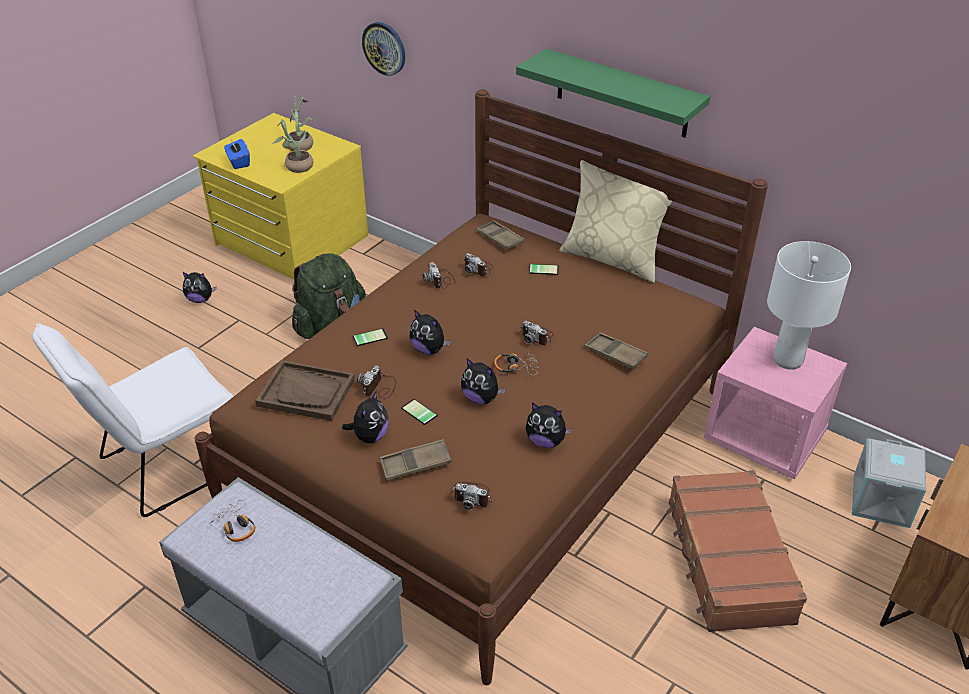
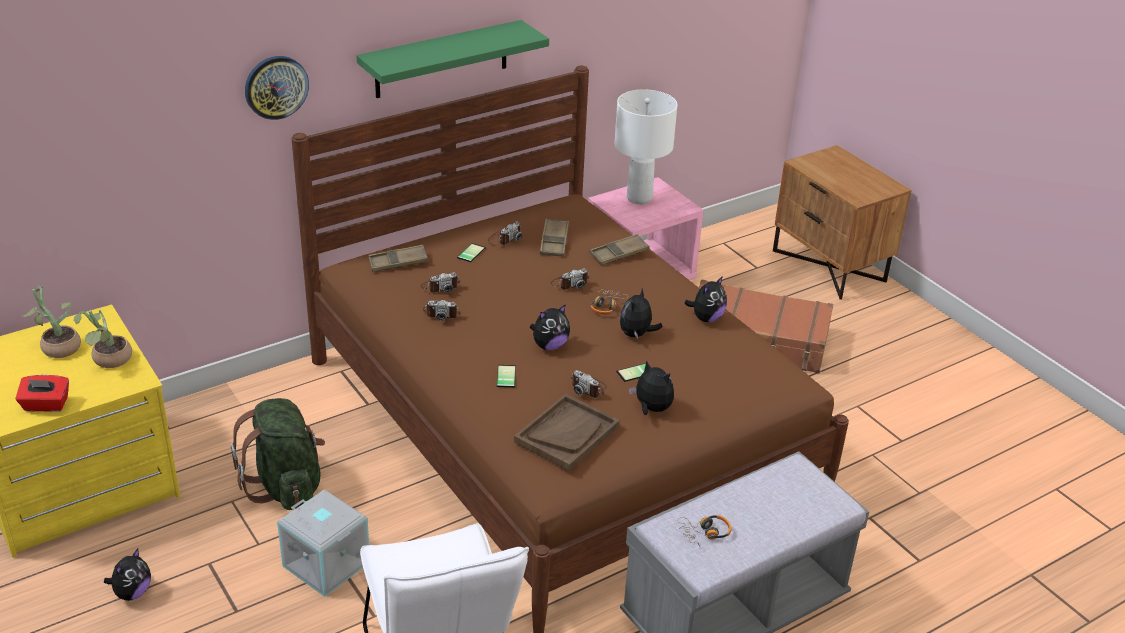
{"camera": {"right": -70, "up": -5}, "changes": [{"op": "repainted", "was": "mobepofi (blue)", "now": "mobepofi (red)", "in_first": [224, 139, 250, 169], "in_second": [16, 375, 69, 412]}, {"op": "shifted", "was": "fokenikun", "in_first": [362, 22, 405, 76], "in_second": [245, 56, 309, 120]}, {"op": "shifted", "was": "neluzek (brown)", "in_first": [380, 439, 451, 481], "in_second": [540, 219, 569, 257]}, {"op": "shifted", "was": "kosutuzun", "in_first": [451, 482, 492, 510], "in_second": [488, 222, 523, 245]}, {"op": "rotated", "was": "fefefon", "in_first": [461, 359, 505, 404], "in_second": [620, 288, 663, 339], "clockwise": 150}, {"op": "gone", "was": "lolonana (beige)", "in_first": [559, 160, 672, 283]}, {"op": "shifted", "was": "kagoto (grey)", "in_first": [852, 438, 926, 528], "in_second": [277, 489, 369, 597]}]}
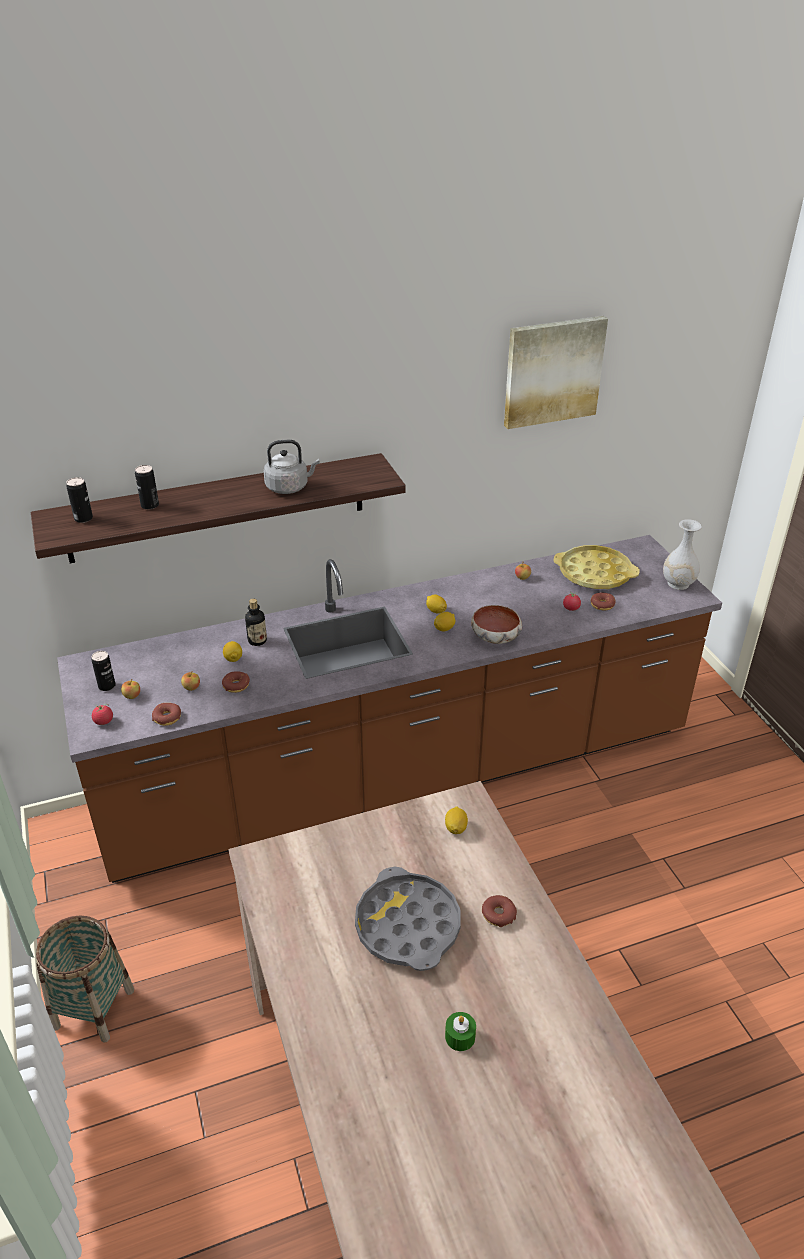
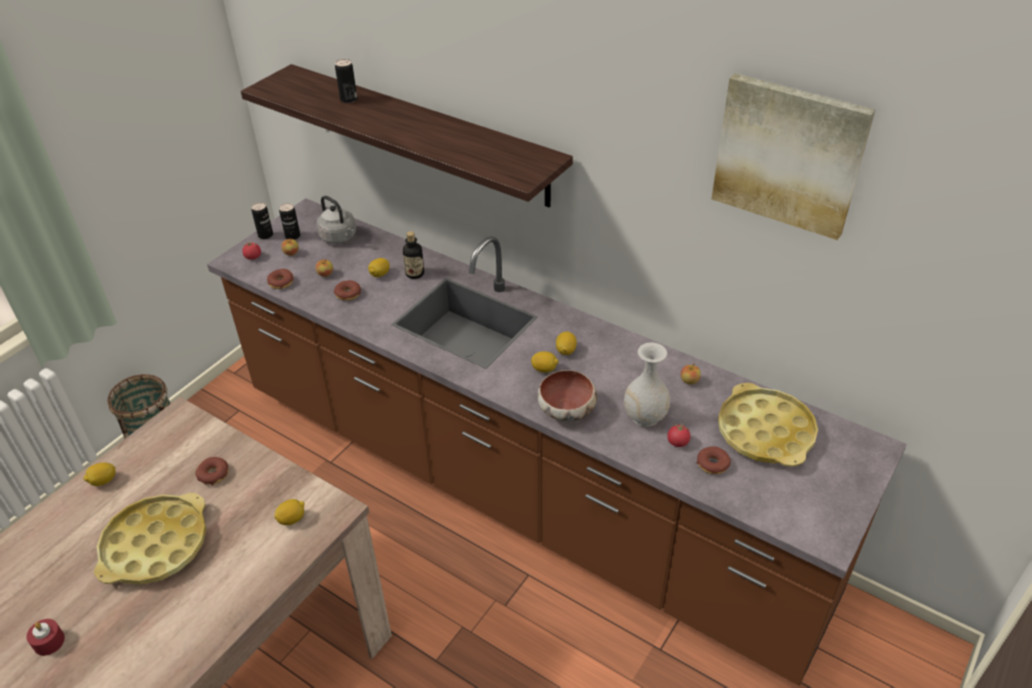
{"camera": {"right": 55, "up": 5}, "changes": [{"op": "shifted", "was": "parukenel", "in_first": [66, 477, 93, 523], "in_second": [251, 202, 273, 239]}, {"op": "shifted", "was": "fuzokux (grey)", "in_first": [264, 440, 320, 494], "in_second": [317, 196, 356, 244]}, {"op": "repainted", "was": "neluzek (grey)", "now": "neluzek (yellow)", "in_first": [355, 867, 461, 971], "in_second": [94, 493, 206, 585]}, {"op": "repainted", "was": "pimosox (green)", "now": "pimosox (red)", "in_first": [445, 1012, 476, 1051], "in_second": [26, 619, 65, 656]}, {"op": "shifted", "was": "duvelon", "in_first": [482, 895, 517, 927], "in_second": [195, 457, 229, 486]}, {"op": "shifted", "was": "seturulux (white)", "in_first": [663, 519, 702, 590], "in_second": [624, 342, 670, 427]}, {"op": "new", "now": "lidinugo", "in_second": [83, 462, 116, 486]}]}
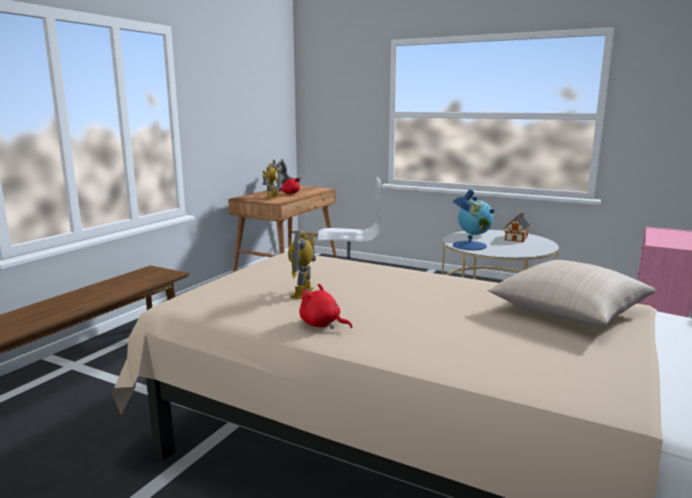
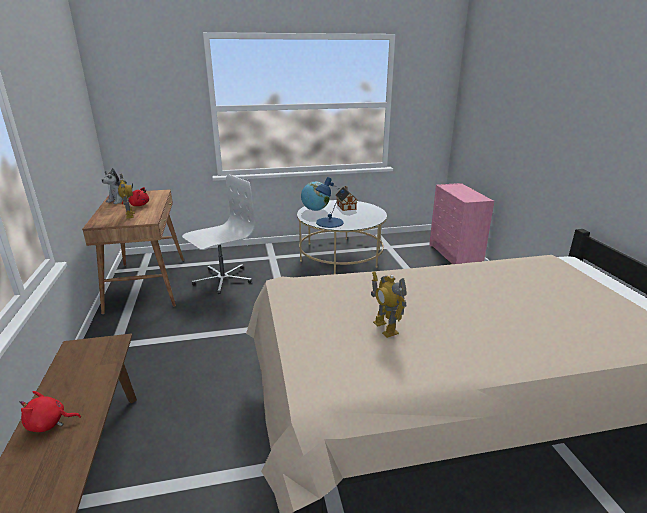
{"camera": {"right": -40, "up": 10}, "changes": [{"op": "shifted", "was": "fefefon (red)", "in_first": [299, 284, 352, 329], "in_second": [20, 391, 81, 432]}, {"op": "gone", "was": "lolonana (beige)", "in_first": [488, 260, 656, 325]}]}
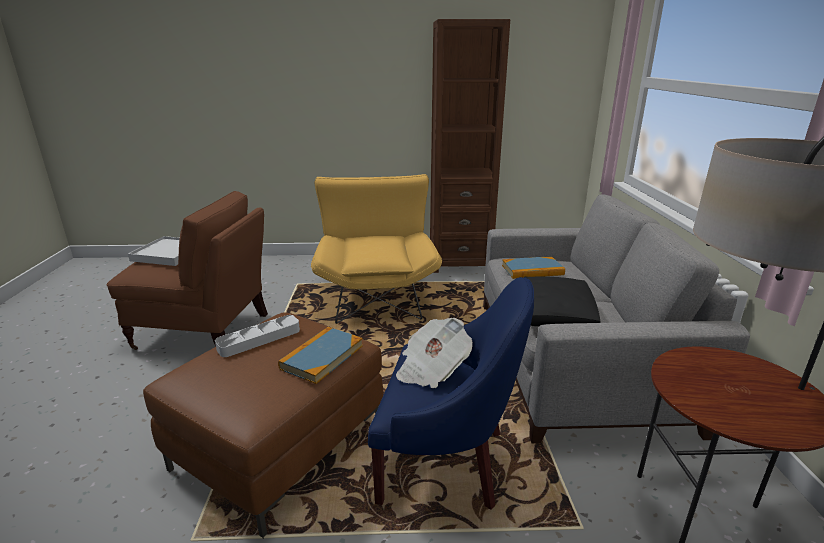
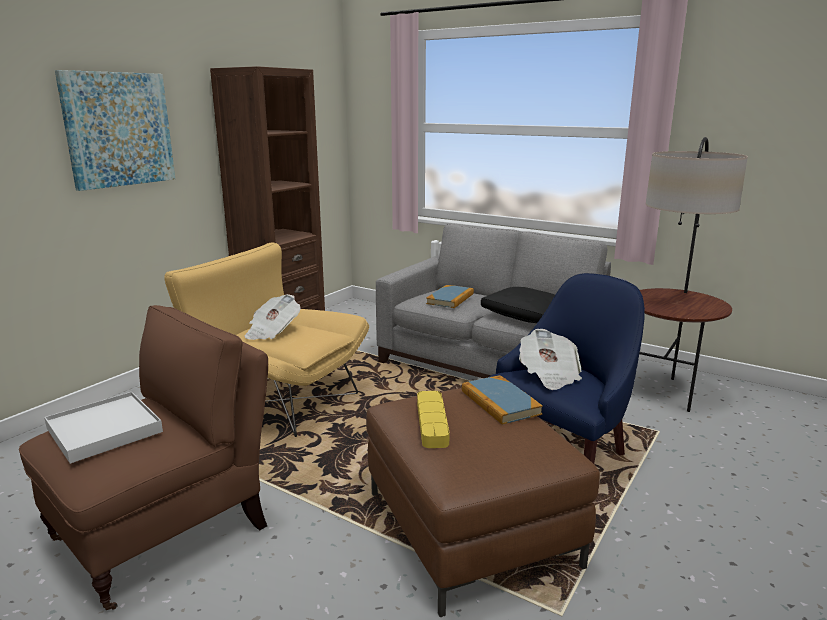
{"camera": {"right": -55, "up": -5}, "changes": [{"op": "repainted", "was": "neluzek (grey)", "now": "neluzek (yellow)", "in_first": [215, 315, 300, 357], "in_second": [417, 391, 450, 448]}, {"op": "new", "now": "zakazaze", "in_second": [55, 70, 175, 191]}, {"op": "new", "now": "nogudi", "in_second": [244, 294, 301, 340]}]}
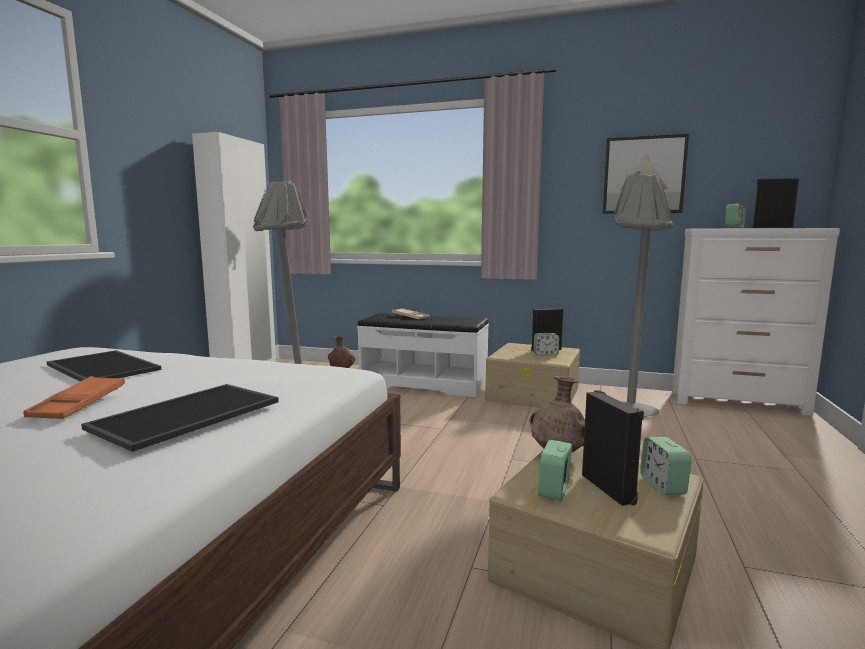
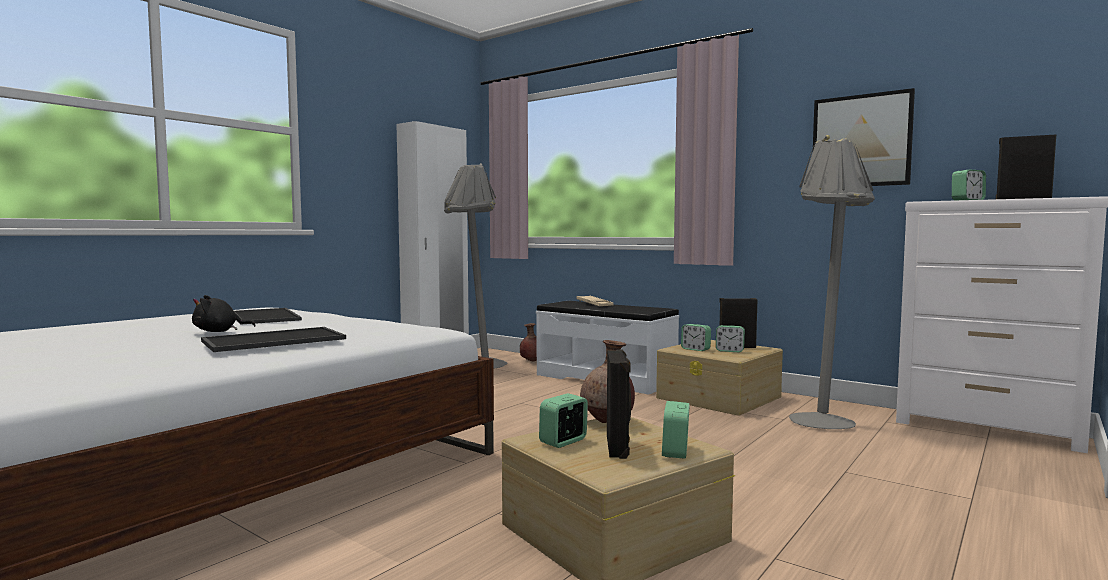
{"camera": {"right": 20, "up": -5}, "changes": [{"op": "swapped", "was": "neluzek (orange)", "now": "fefefon (black)", "in_first": [23, 376, 125, 419], "in_second": [192, 295, 256, 332]}, {"op": "new", "now": "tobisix", "in_second": [681, 324, 711, 351]}]}
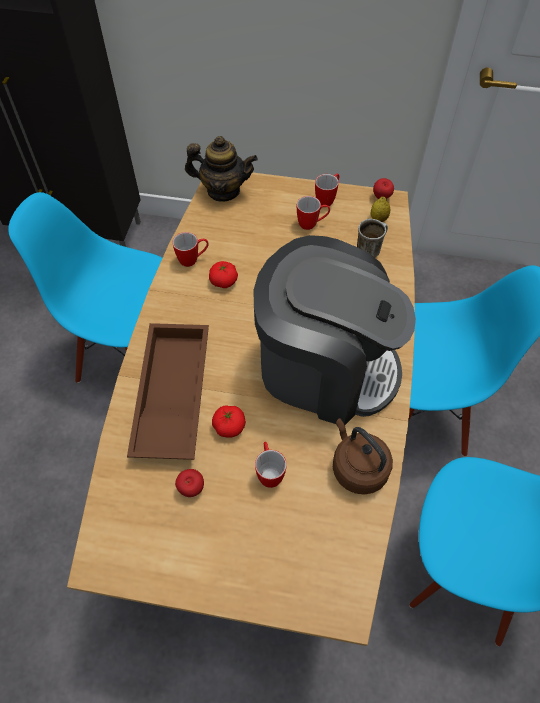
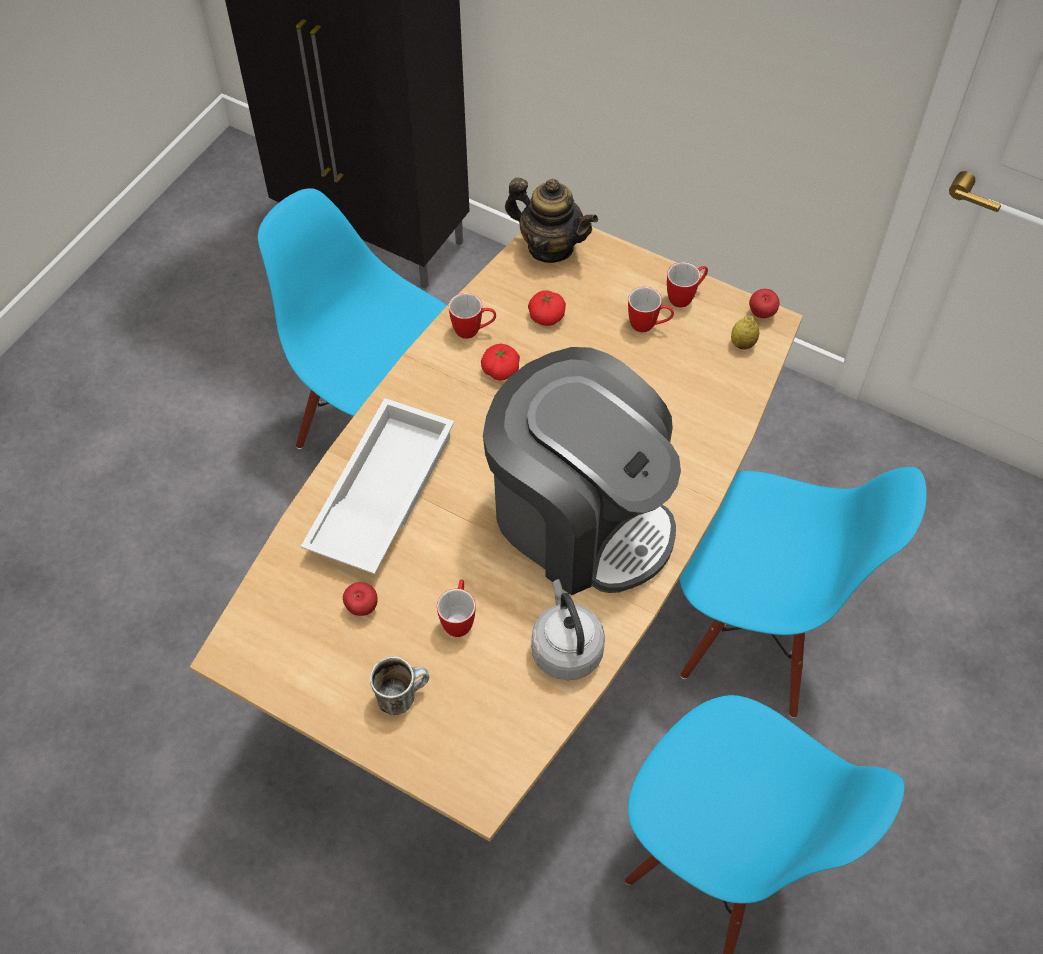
{"camera": {"right": 20, "up": 0}, "changes": [{"op": "repainted", "was": "neluzek (brown)", "now": "neluzek (white)", "in_first": [127, 323, 209, 460], "in_second": [301, 398, 454, 574]}, {"op": "shifted", "was": "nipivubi", "in_first": [212, 405, 246, 438], "in_second": [528, 290, 566, 326]}, {"op": "repainted", "was": "fuzokux (brown)", "now": "fuzokux (grey)", "in_first": [333, 418, 393, 495], "in_second": [531, 579, 605, 680]}, {"op": "shifted", "was": "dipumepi", "in_first": [357, 219, 388, 258], "in_second": [370, 657, 429, 715]}]}
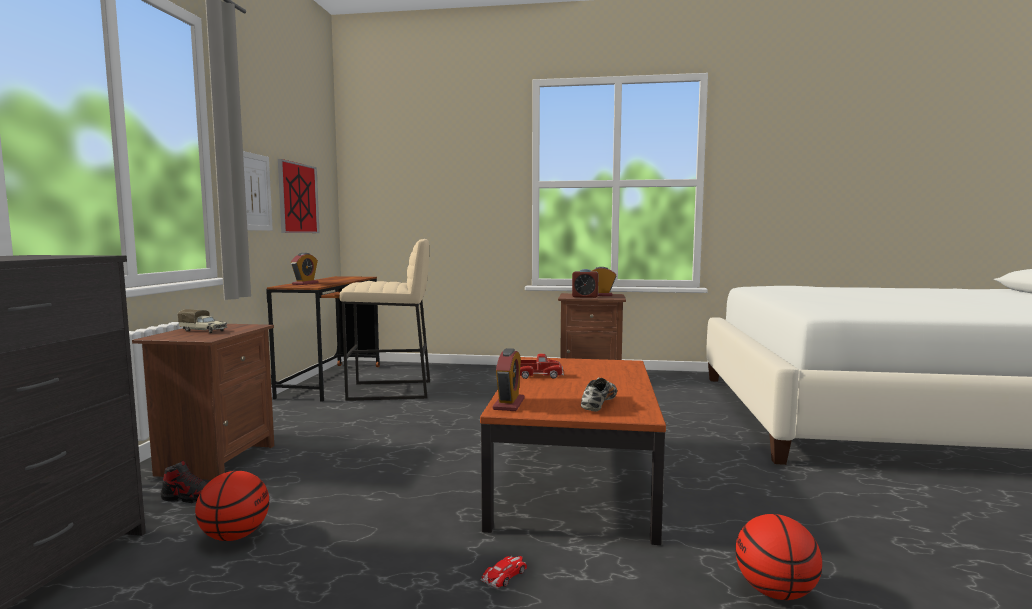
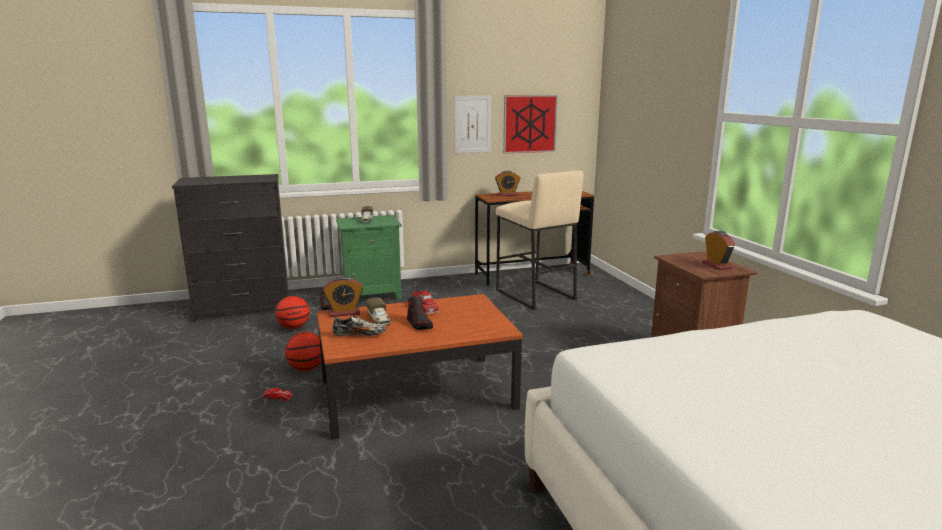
{"camera": {"right": 65, "up": 10}, "changes": [{"op": "repainted", "was": "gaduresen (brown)", "now": "gaduresen (green)", "in_first": [132, 324, 274, 480], "in_second": [336, 215, 402, 300]}, {"op": "gone", "was": "tobisix", "in_first": [572, 269, 599, 298]}, {"op": "shifted", "was": "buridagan", "in_first": [736, 514, 822, 600], "in_second": [285, 332, 322, 371]}, {"op": "new", "now": "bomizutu", "in_second": [367, 297, 391, 325]}, {"op": "new", "now": "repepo", "in_second": [407, 295, 433, 330]}]}
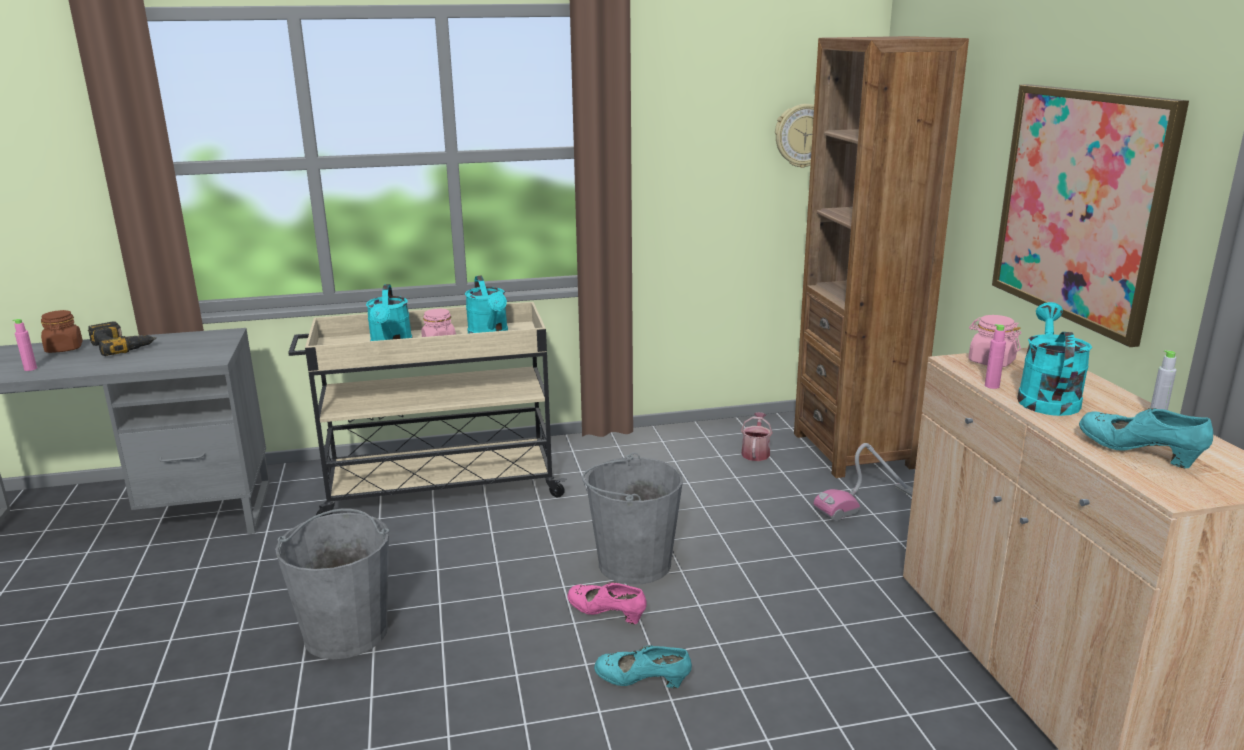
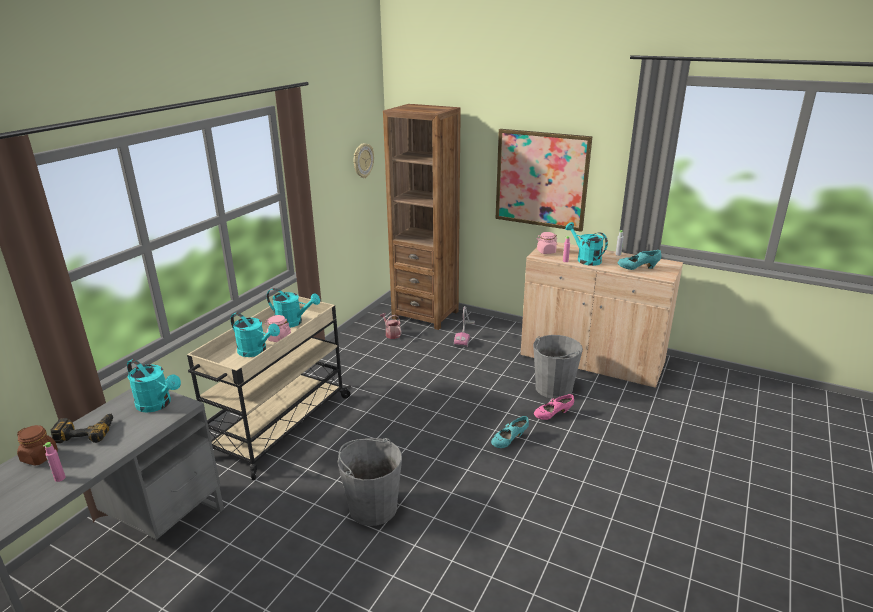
{"camera": {"right": -50, "up": 5}, "changes": [{"op": "shifted", "was": "repepo (pink)", "in_first": [567, 582, 647, 624], "in_second": [534, 394, 574, 420]}, {"op": "shifted", "was": "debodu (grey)", "in_first": [582, 453, 683, 584], "in_second": [533, 335, 583, 399]}, {"op": "new", "now": "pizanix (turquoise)", "in_second": [127, 359, 181, 413]}]}
